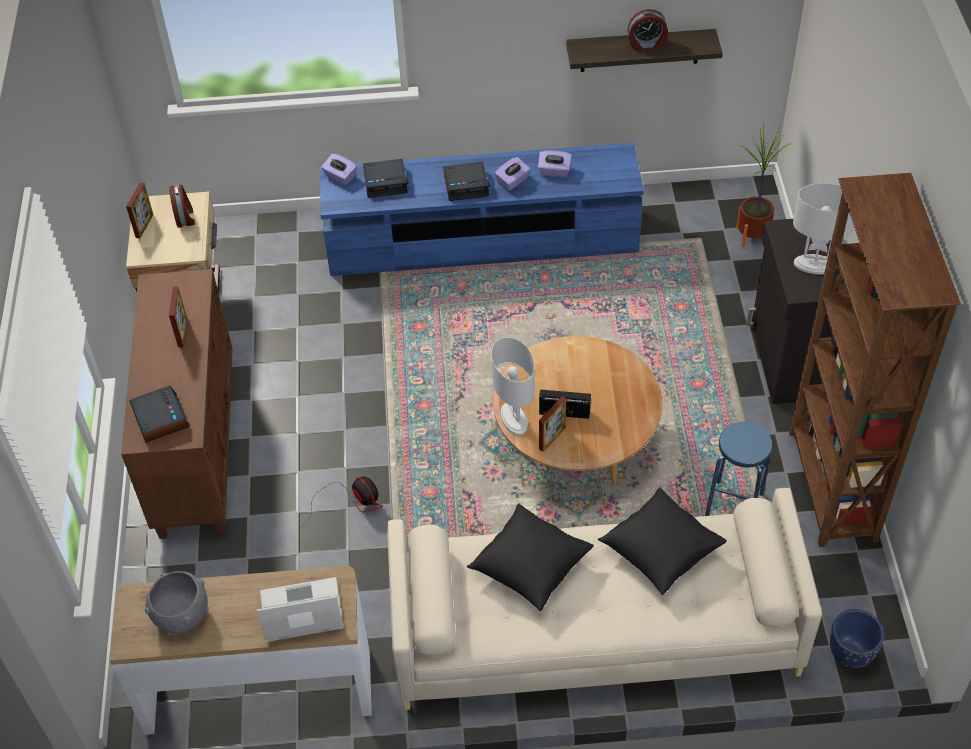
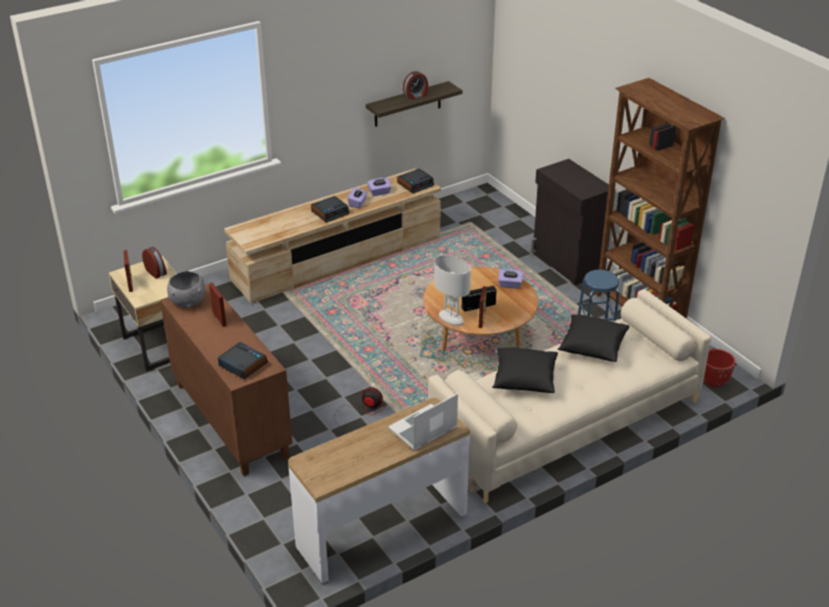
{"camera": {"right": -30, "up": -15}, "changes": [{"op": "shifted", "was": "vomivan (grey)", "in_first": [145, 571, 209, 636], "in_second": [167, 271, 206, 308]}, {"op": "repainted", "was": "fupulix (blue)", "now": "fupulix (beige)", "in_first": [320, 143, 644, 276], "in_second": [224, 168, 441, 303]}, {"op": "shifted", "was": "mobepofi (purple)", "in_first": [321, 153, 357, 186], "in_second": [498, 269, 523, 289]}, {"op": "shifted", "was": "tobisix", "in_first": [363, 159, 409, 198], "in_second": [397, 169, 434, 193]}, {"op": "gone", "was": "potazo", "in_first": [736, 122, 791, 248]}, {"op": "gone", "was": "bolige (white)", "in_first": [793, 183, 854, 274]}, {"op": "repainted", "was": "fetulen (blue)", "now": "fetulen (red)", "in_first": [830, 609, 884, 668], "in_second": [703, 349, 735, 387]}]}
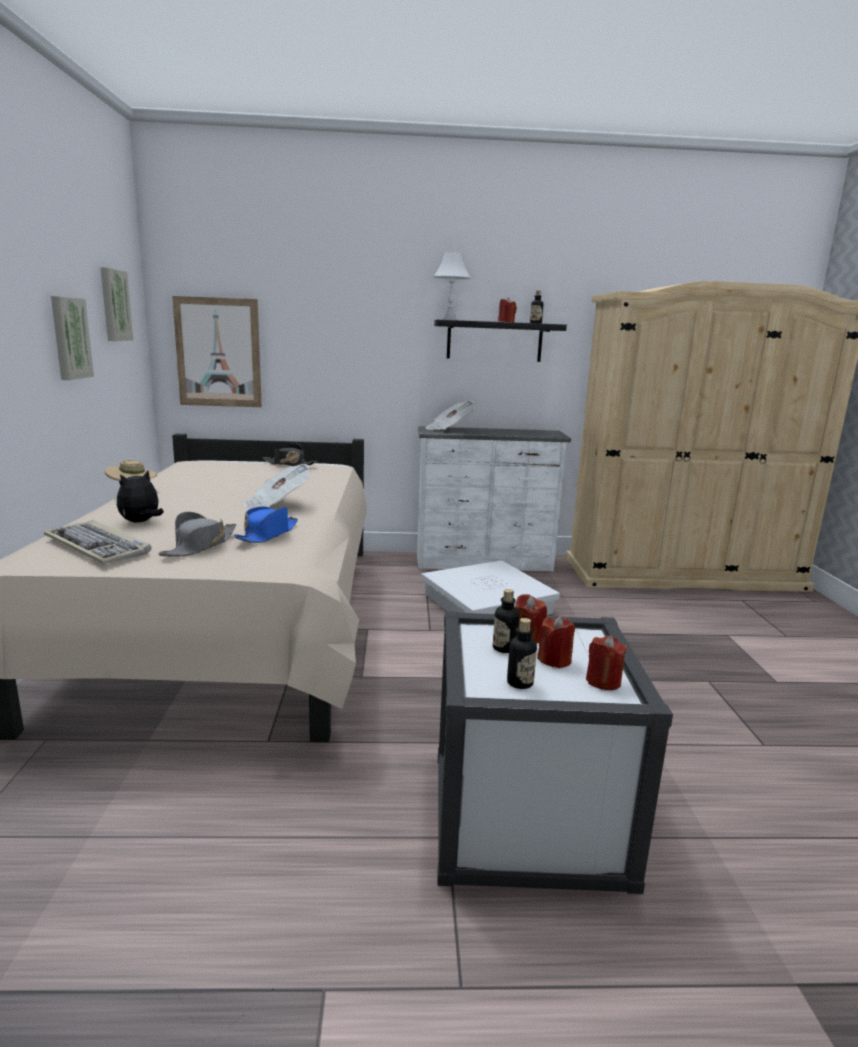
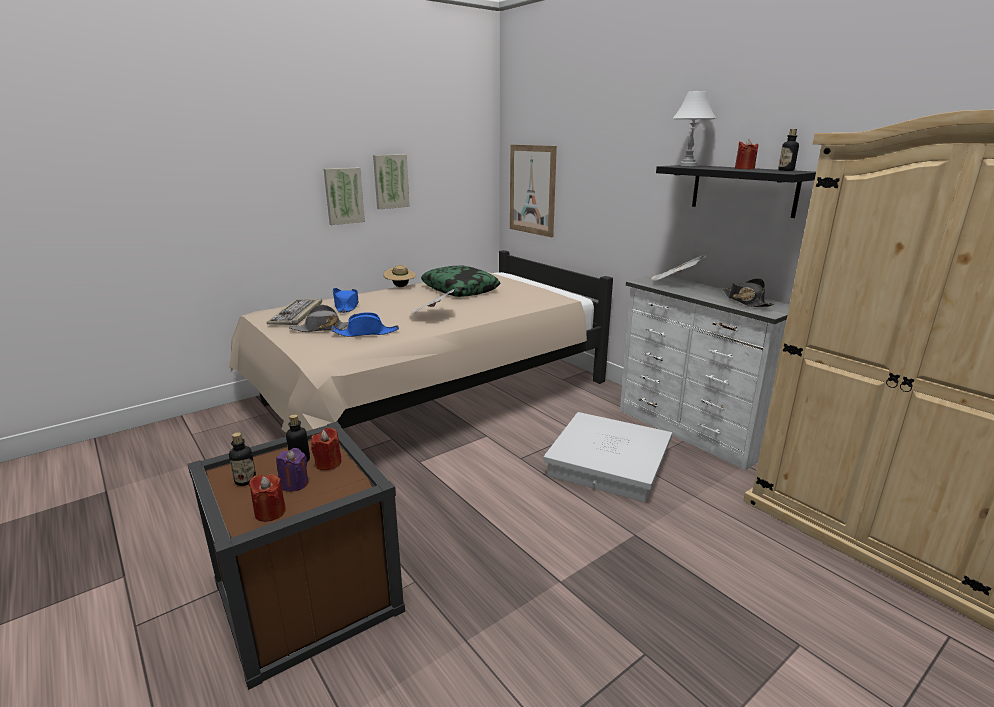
{"camera": {"right": 55, "up": 5}, "changes": [{"op": "shifted", "was": "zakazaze", "in_first": [100, 267, 133, 341], "in_second": [324, 168, 365, 225]}, {"op": "swapped", "was": "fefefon", "now": "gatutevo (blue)", "in_first": [117, 471, 164, 522], "in_second": [333, 288, 359, 313]}, {"op": "shifted", "was": "gatutevo (black)", "in_first": [262, 443, 318, 466], "in_second": [723, 278, 774, 307]}, {"op": "repainted", "was": "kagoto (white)", "now": "kagoto (brown)", "in_first": [437, 611, 673, 894], "in_second": [188, 422, 405, 690]}, {"op": "repainted", "was": "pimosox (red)", "now": "pimosox (purple)", "in_first": [537, 616, 575, 668], "in_second": [276, 448, 308, 492]}, {"op": "new", "now": "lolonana", "in_second": [421, 265, 500, 297]}]}
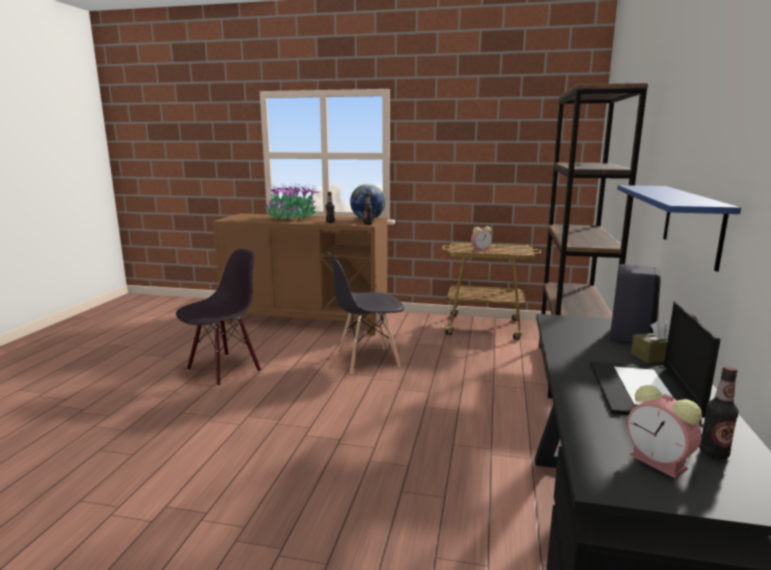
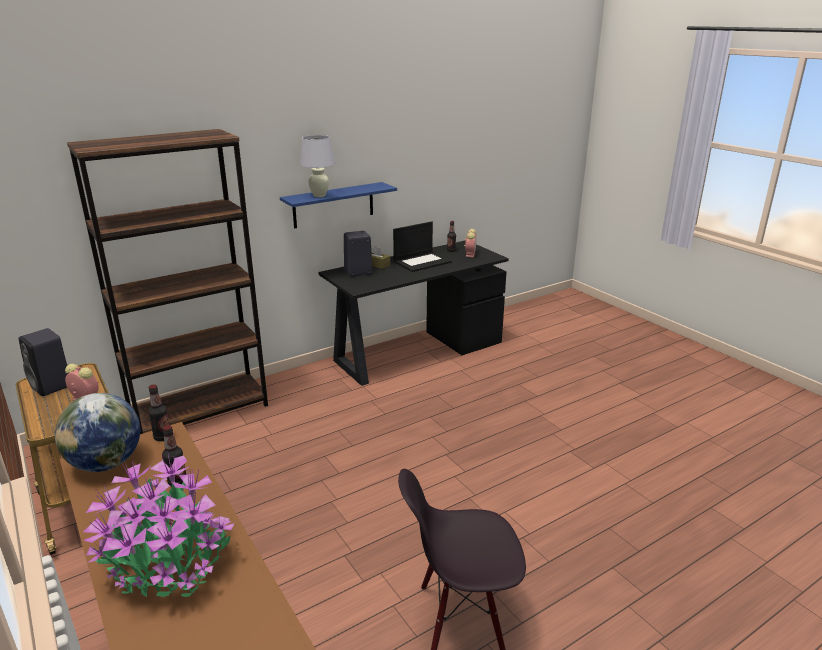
{"camera": {"right": -135, "up": 10}, "changes": [{"op": "gone", "was": "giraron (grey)", "in_first": [327, 251, 404, 374]}, {"op": "new", "now": "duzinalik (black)", "in_second": [19, 328, 68, 396]}, {"op": "new", "now": "bolige (white)", "in_second": [300, 135, 335, 197]}]}
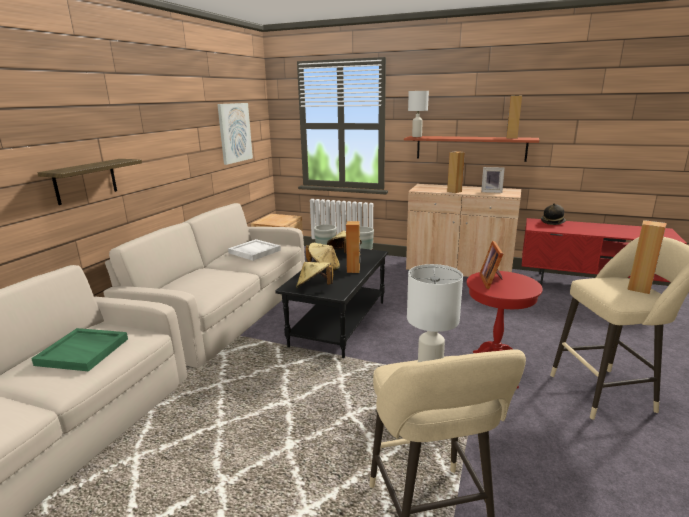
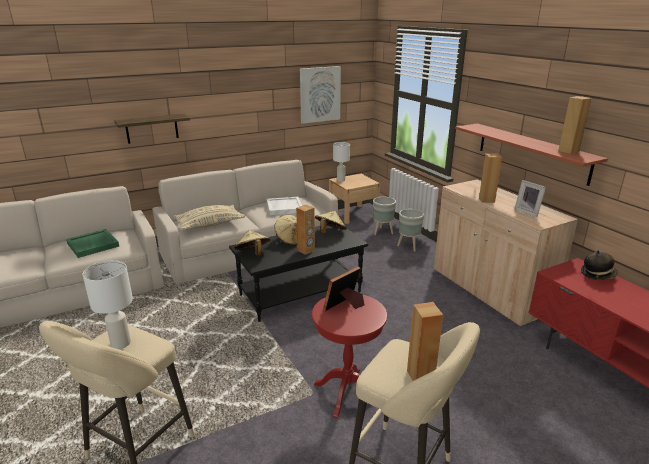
{"camera": {"right": 40, "up": 5}, "changes": [{"op": "shifted", "was": "bolige (white)", "in_first": [408, 91, 429, 137], "in_second": [333, 142, 350, 182]}, {"op": "new", "now": "lolonana (beige)", "in_second": [173, 205, 245, 230]}]}
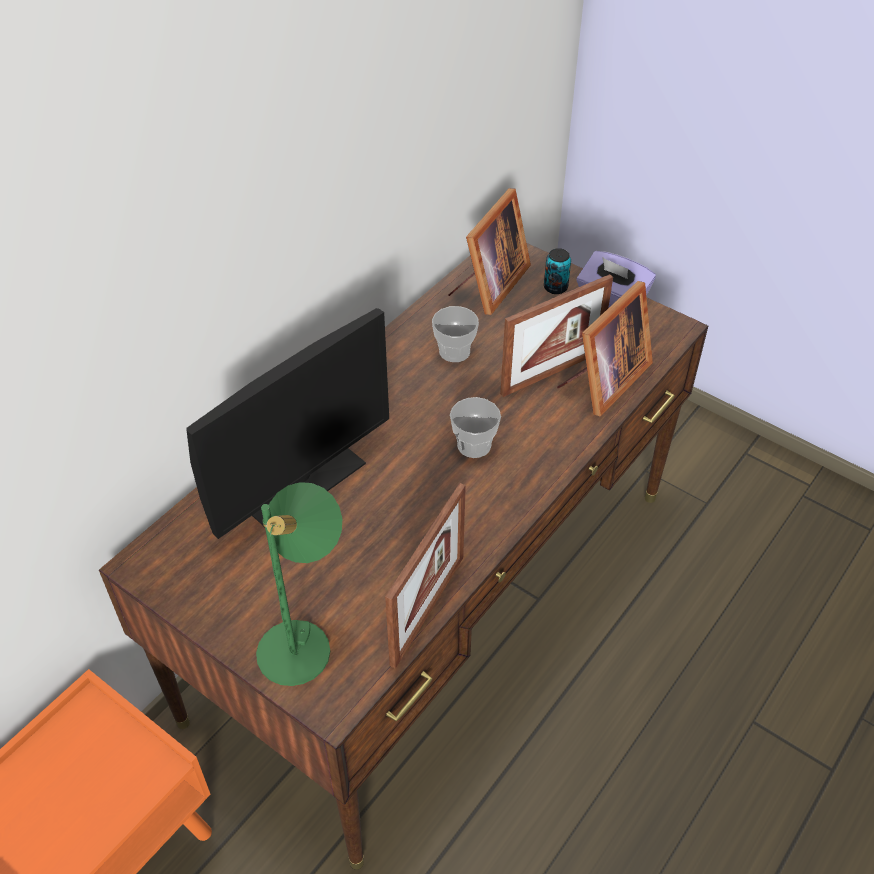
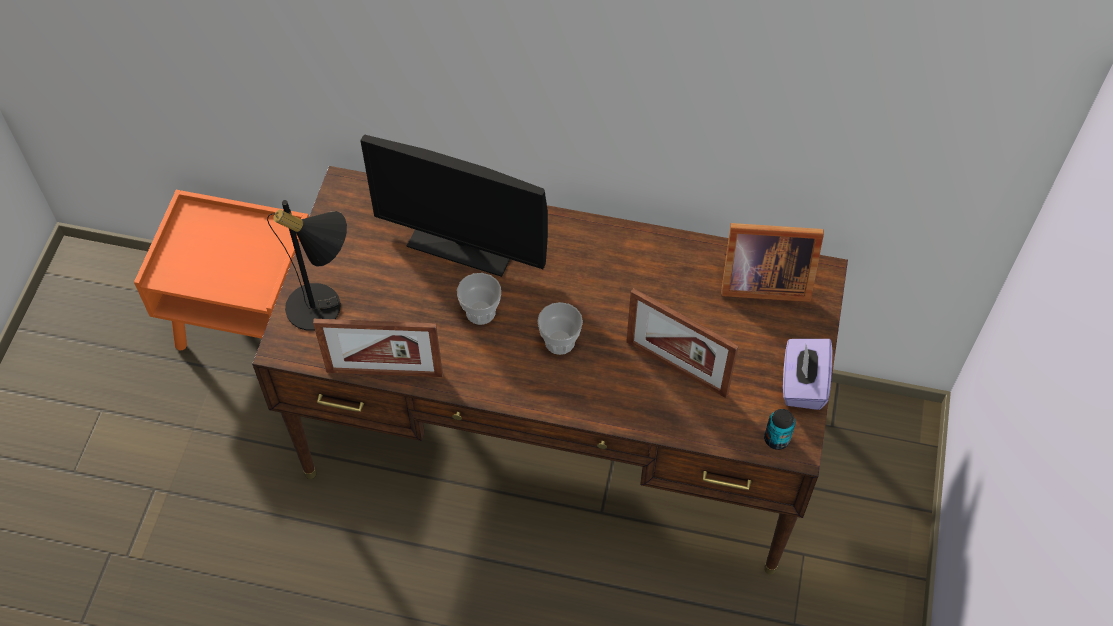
{"camera": {"right": 65, "up": 10}, "changes": [{"op": "repainted", "was": "bolige (green)", "now": "bolige (black)", "in_first": [256, 482, 342, 686], "in_second": [267, 200, 347, 331]}, {"op": "shifted", "was": "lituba", "in_first": [432, 306, 479, 362], "in_second": [457, 273, 501, 325]}, {"op": "shifted", "was": "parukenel", "in_first": [544, 248, 571, 294], "in_second": [764, 409, 795, 450]}, {"op": "gone", "was": "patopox", "in_first": [557, 281, 653, 416]}]}
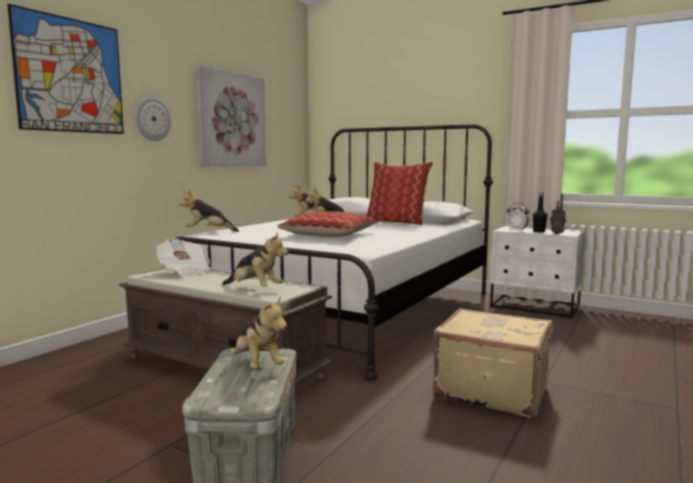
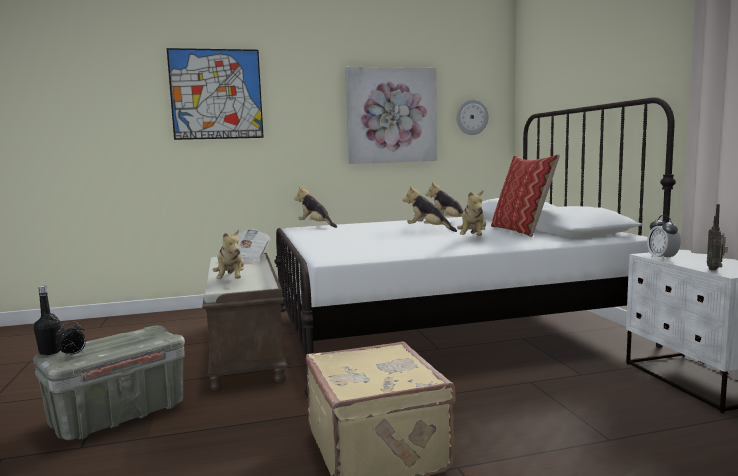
{"camera": {"right": 45, "up": 0}, "changes": [{"op": "shifted", "was": "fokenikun", "in_first": [135, 97, 171, 141], "in_second": [456, 99, 489, 135]}, {"op": "shifted", "was": "fefefon", "in_first": [230, 296, 287, 368], "in_second": [457, 190, 486, 236]}, {"op": "gone", "was": "lolonana", "in_first": [277, 211, 377, 237]}, {"op": "shifted", "was": "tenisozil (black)", "in_first": [533, 192, 547, 232], "in_second": [34, 286, 61, 355]}, {"op": "new", "now": "tobisix", "in_second": [56, 321, 86, 357]}]}
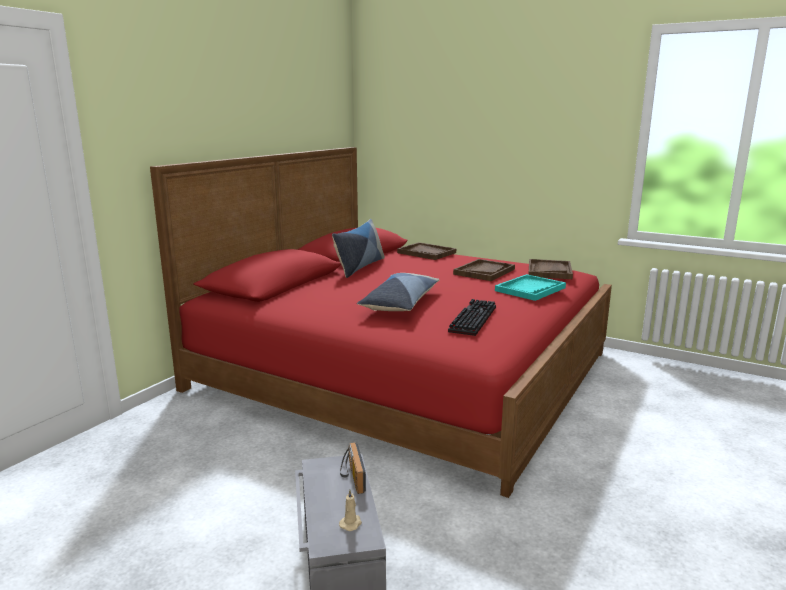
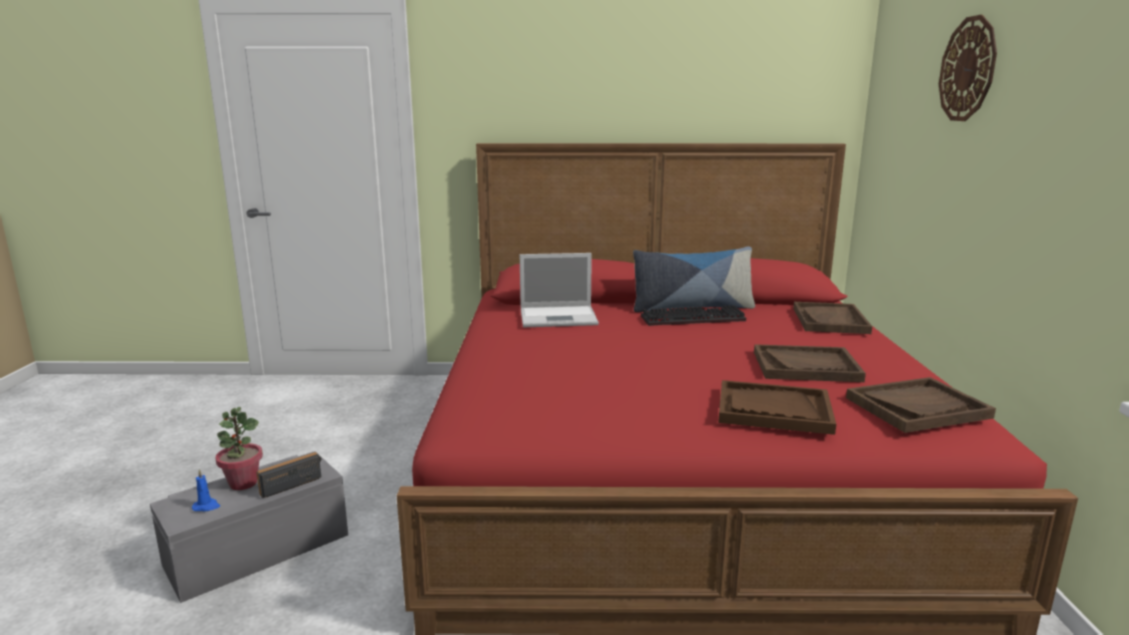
{"camera": {"right": 60, "up": 0}, "changes": [{"op": "repainted", "was": "pimosox (beige)", "now": "pimosox (blue)", "in_first": [339, 490, 362, 531], "in_second": [192, 469, 220, 511]}, {"op": "gone", "was": "lolonana", "in_first": [357, 273, 440, 311]}, {"op": "shifted", "was": "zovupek", "in_first": [448, 299, 496, 336], "in_second": [641, 305, 746, 326]}, {"op": "repainted", "was": "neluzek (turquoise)", "now": "neluzek (brown)", "in_first": [495, 274, 566, 301], "in_second": [718, 380, 836, 435]}, {"op": "new", "now": "potazo", "in_second": [215, 407, 263, 490]}, {"op": "new", "now": "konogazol", "in_second": [520, 253, 599, 327]}, {"op": "new", "now": "fokenikun", "in_second": [939, 15, 997, 121]}]}
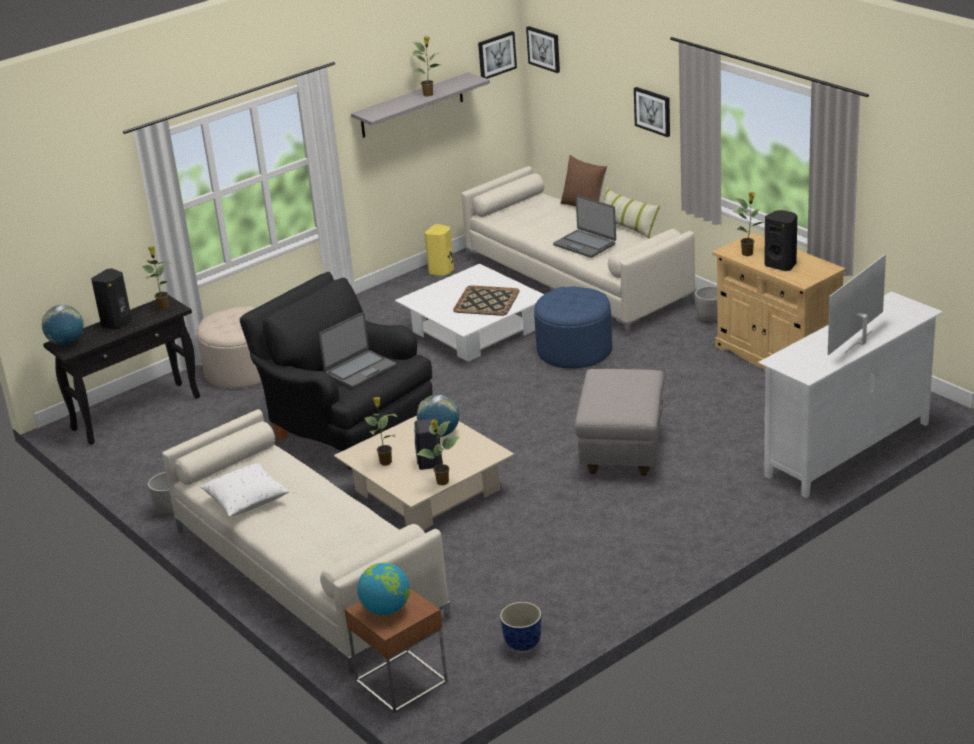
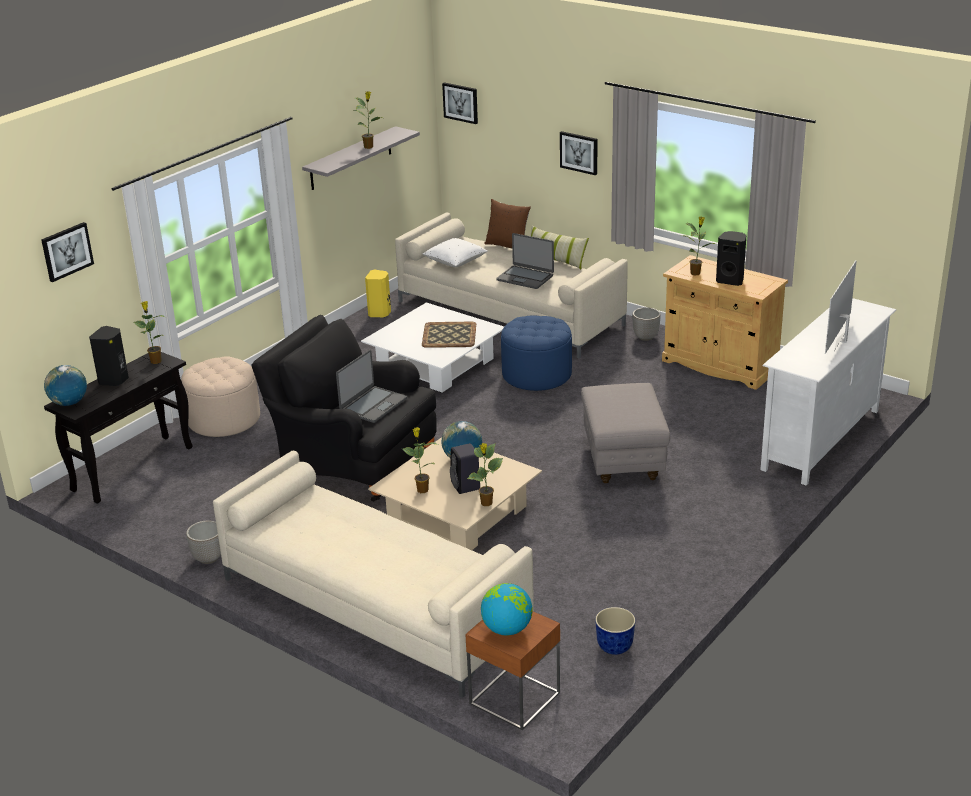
{"camera": {"right": -15, "up": 0}, "changes": [{"op": "shifted", "was": "lolonana (white)", "in_first": [201, 463, 289, 517], "in_second": [423, 238, 488, 267]}, {"op": "shifted", "was": "zakazaze", "in_first": [478, 31, 517, 79], "in_second": [41, 222, 94, 282]}]}
